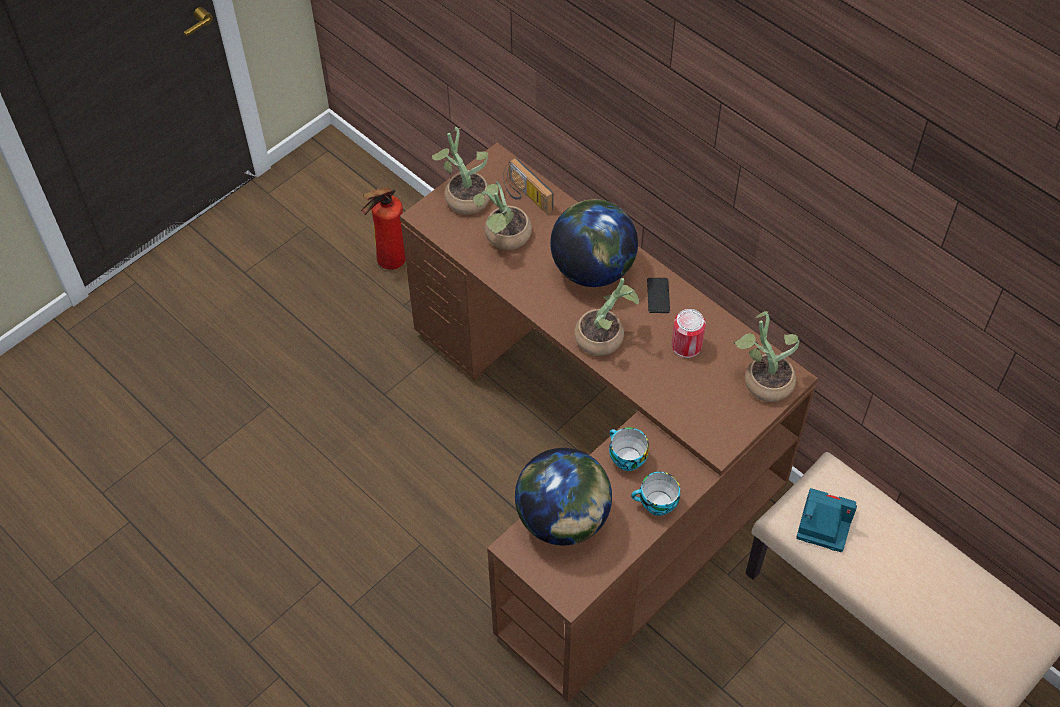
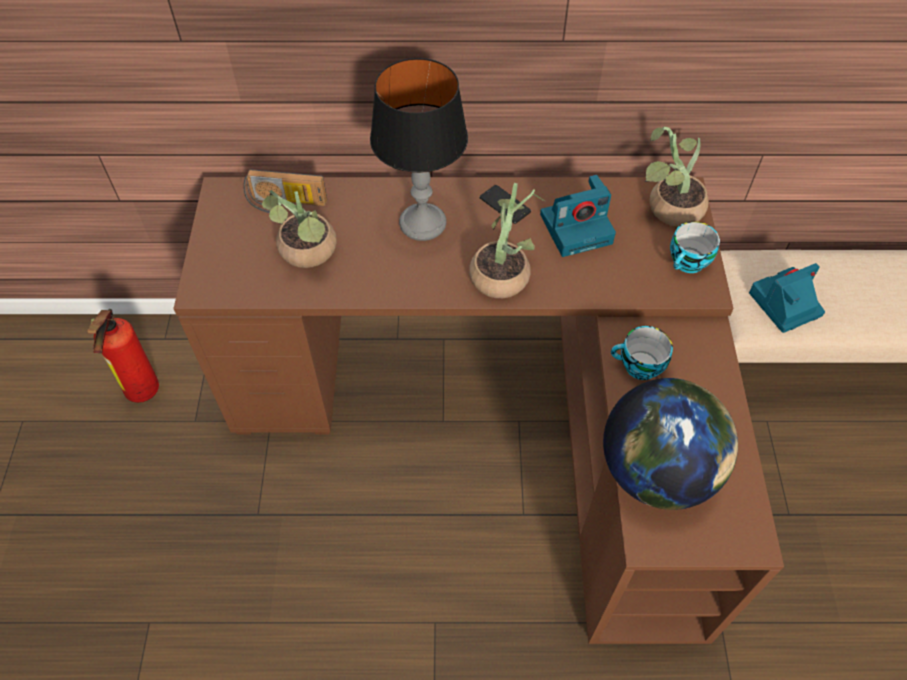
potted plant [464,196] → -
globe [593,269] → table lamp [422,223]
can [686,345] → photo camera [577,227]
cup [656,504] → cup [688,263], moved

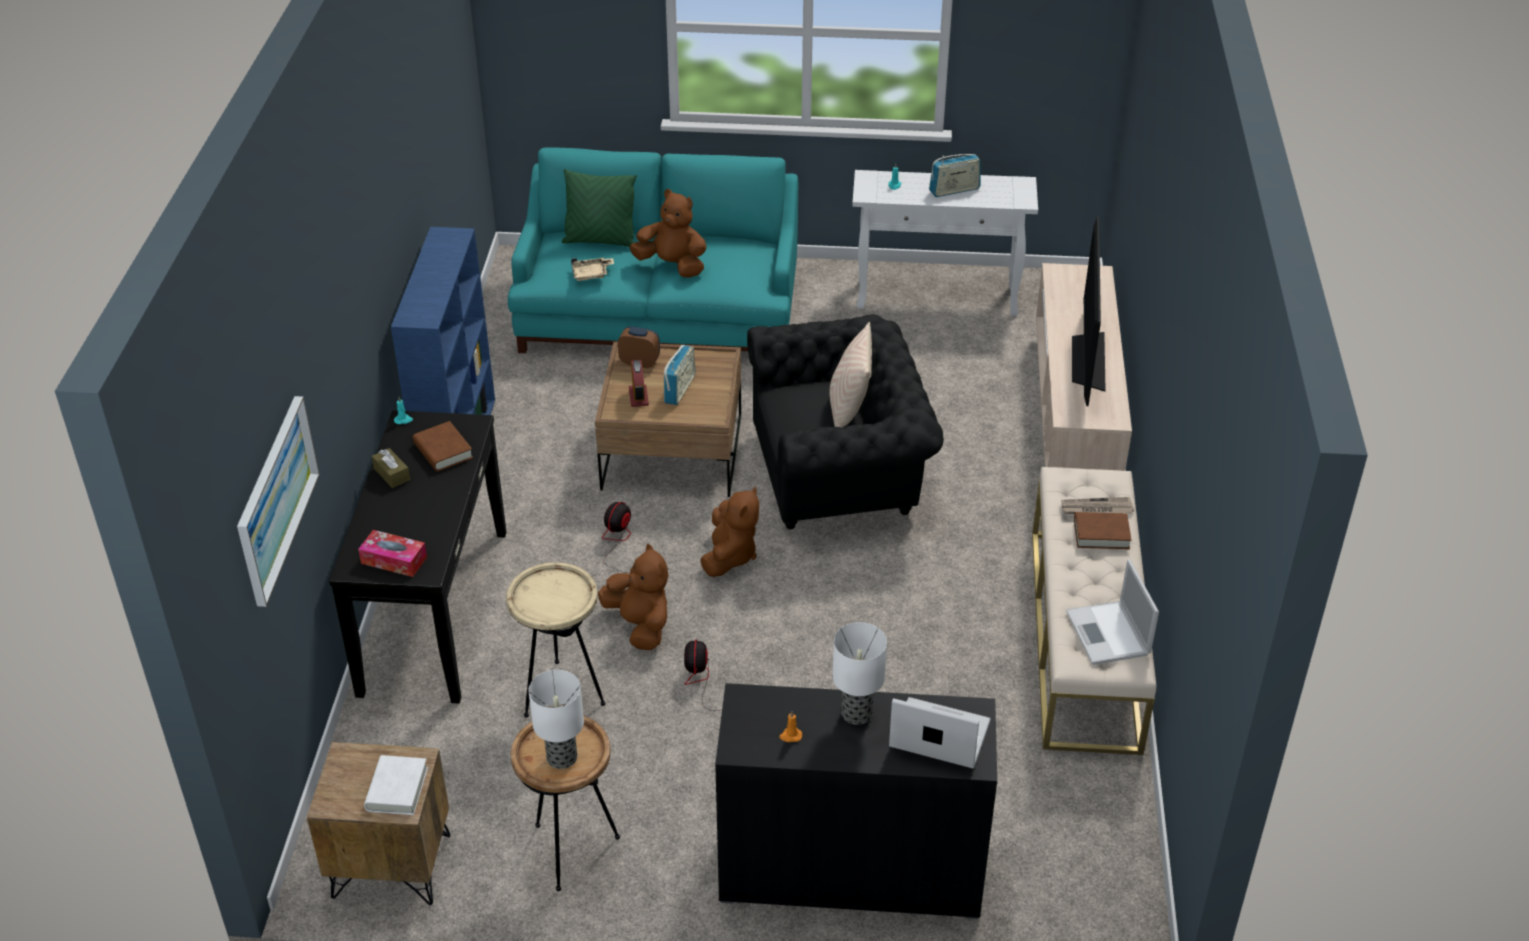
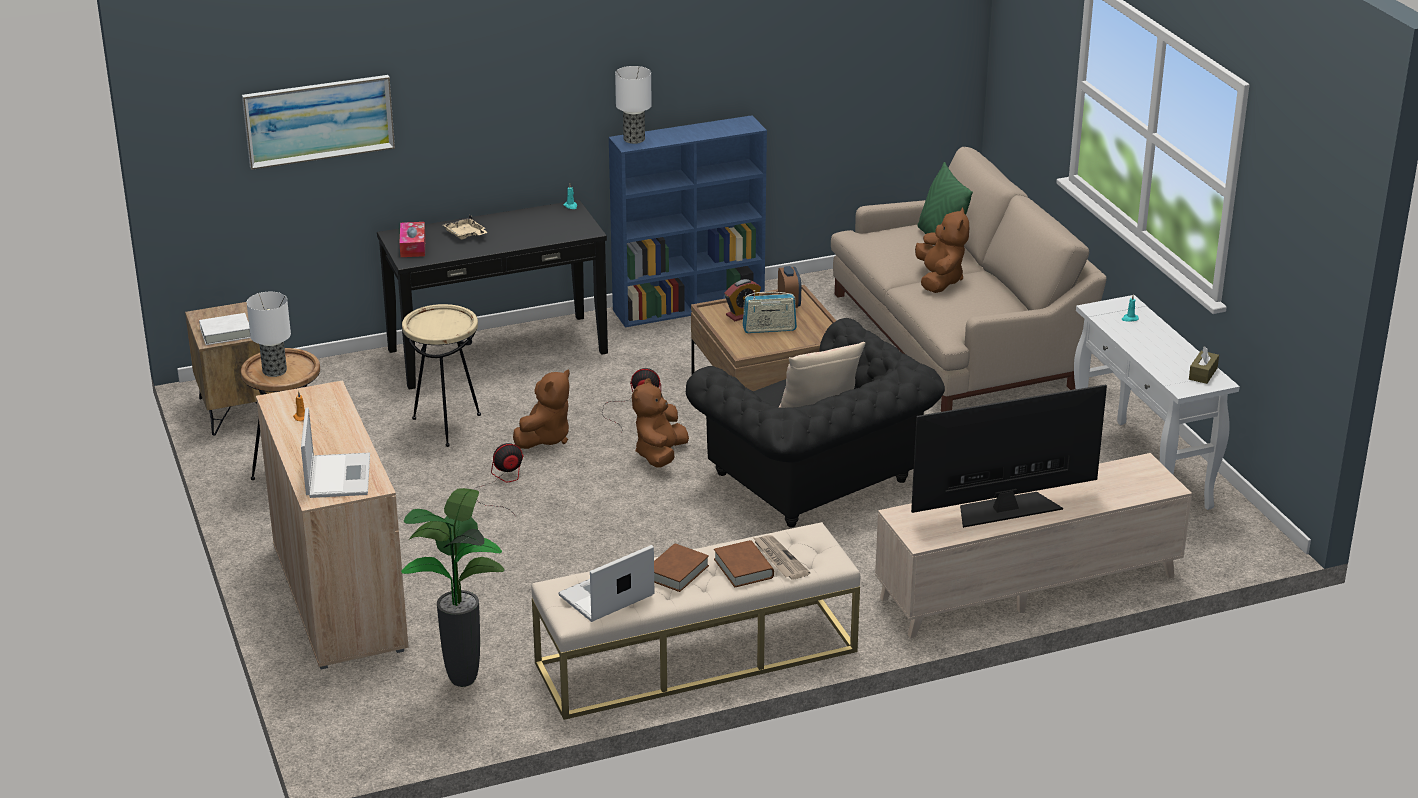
turquoise sofa [659,312] → beige sofa [958,338]
radio [954,190] → -
beige tray [591,274] → beige tray [465,234], moved
brown book [443,451] → brown book [676,572], moved
brown tissue box [392,474] → brown tissue box [1203,373], moved
brown plush toy [730,556] → brown plush toy [660,455], 120 degrees clockwise
table lamp [856,714] → table lamp [633,139], moved
black cabinet [850,870] → beige cabinet [339,597]
- → potted plant [460,682]

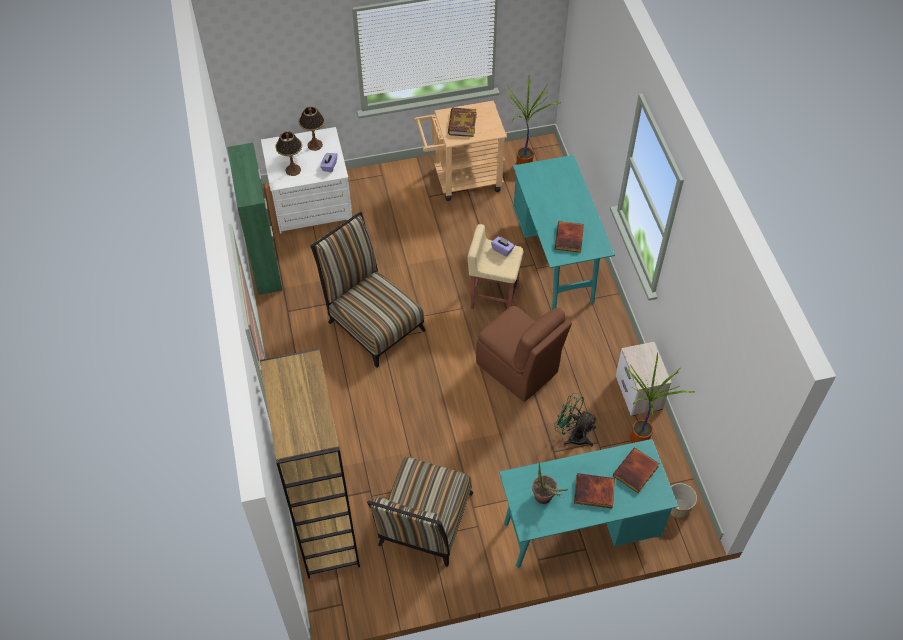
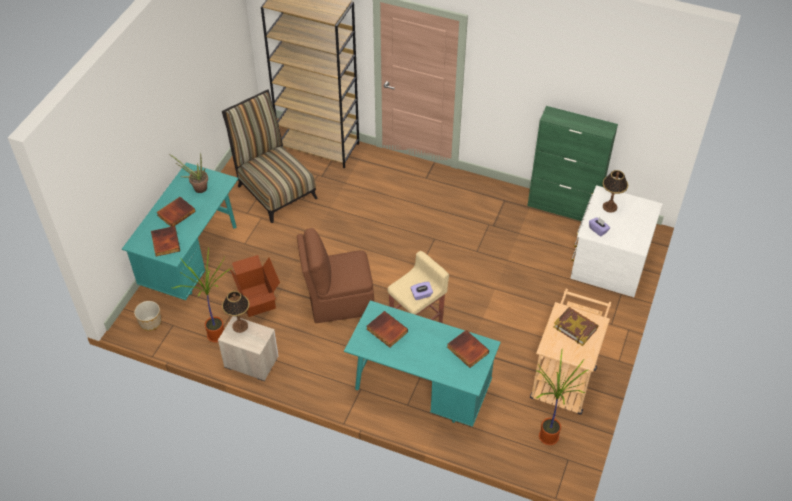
table lamp [315,145] → table lamp [240,326], moved
chair [372,322] → -
green fan [573,435] → cardboard box [257,299]
- → book [467,350]

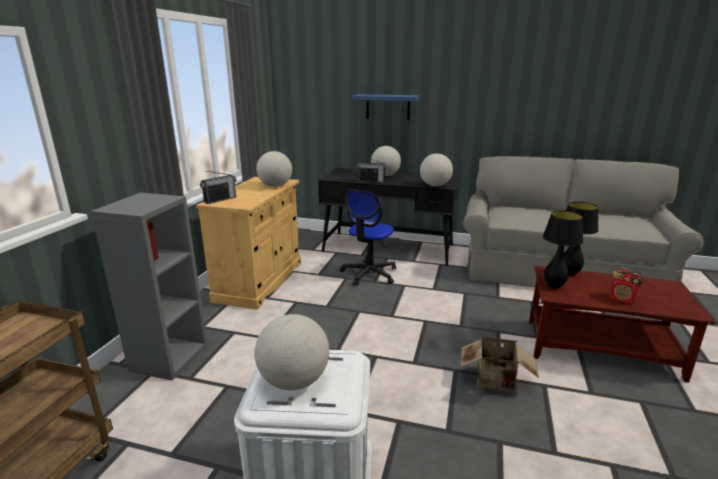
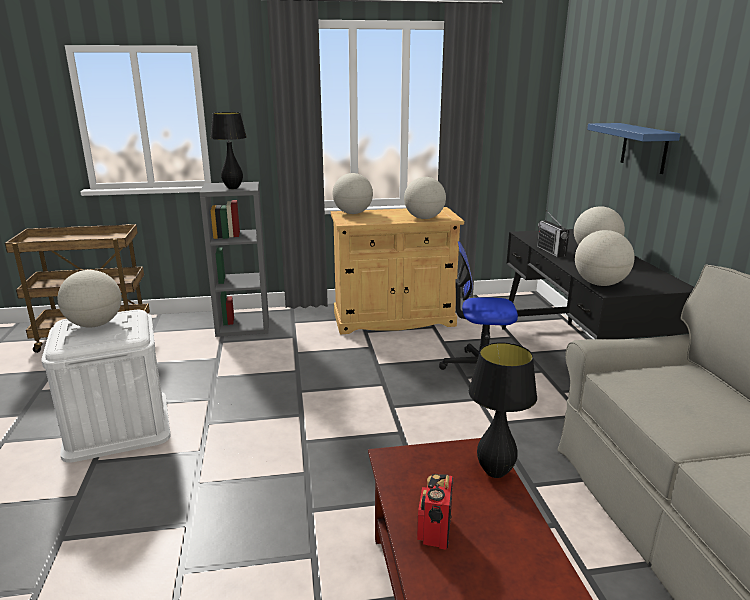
radio [220,200] → globe [353,213]
black table lamp [554,286] → black table lamp [233,188], moved
cardboard box [496,382] → -

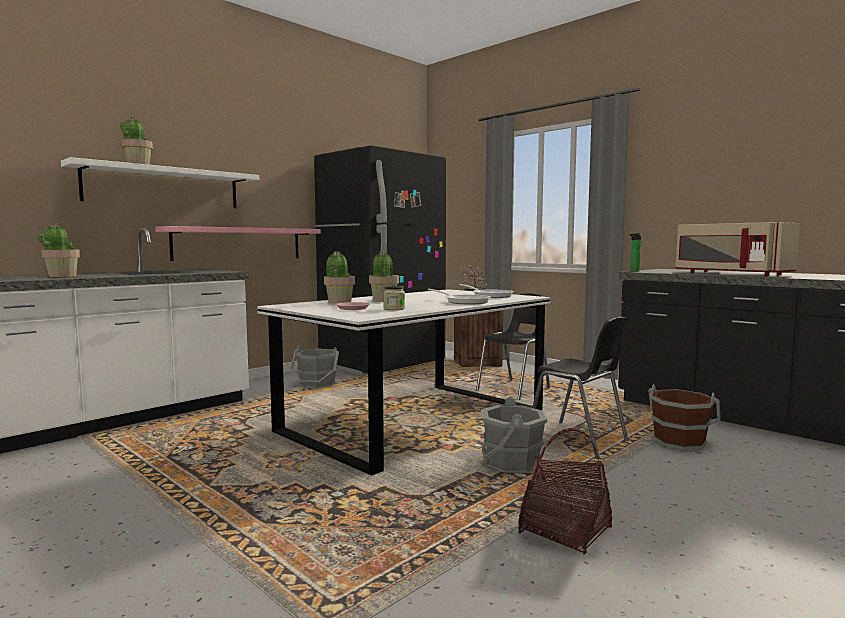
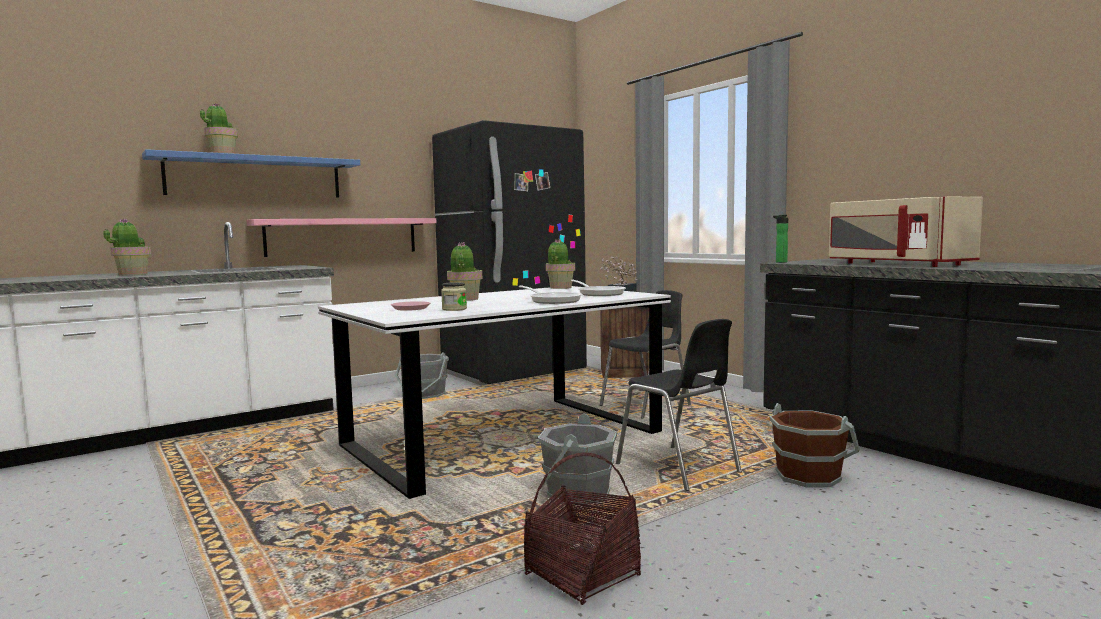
white shelf [164,187] → blue shelf [256,177]
potted plant [339,302] → potted plant [560,287], moved

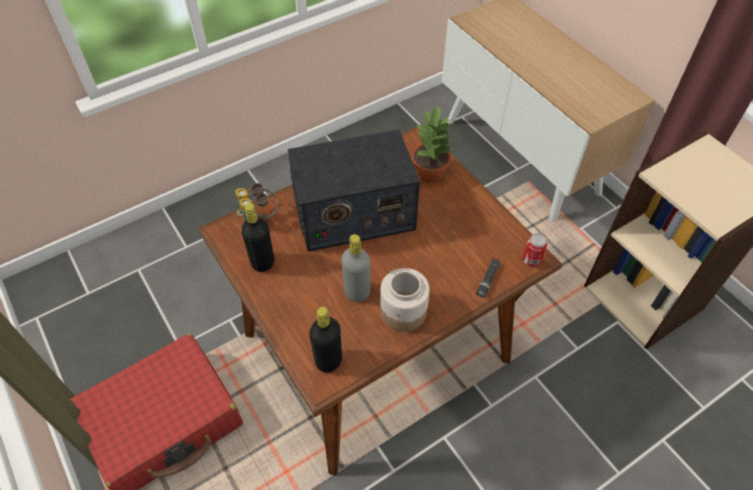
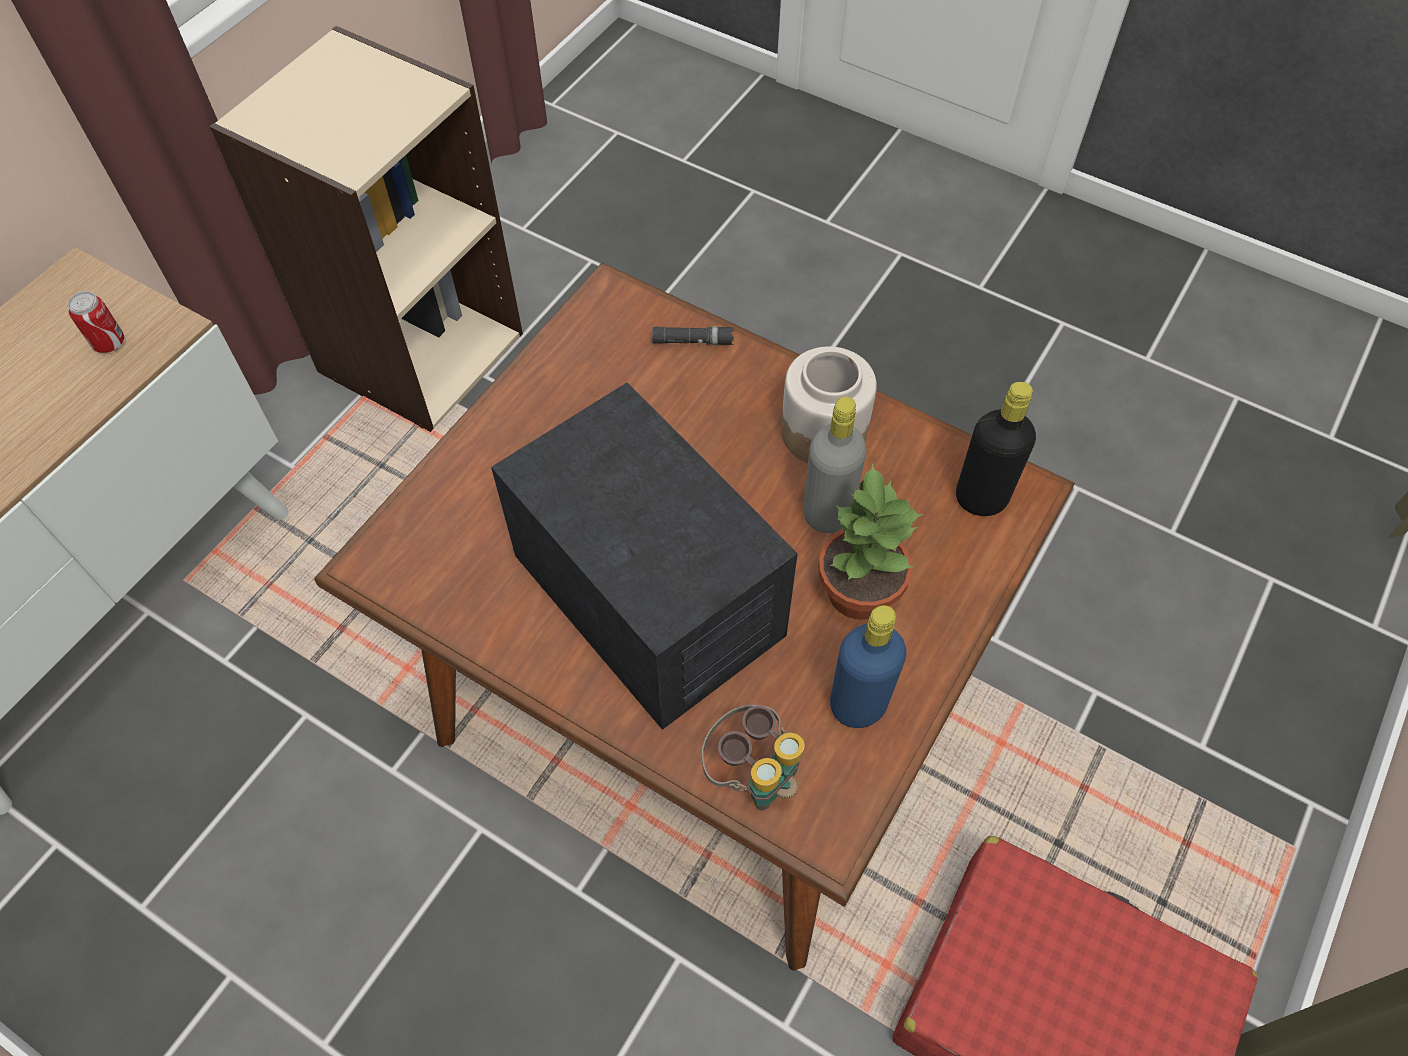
potted plant [430,172] → potted plant [857,590], moved
black bottle [262,262] → blue bottle [858,704]
can [531,260] → can [109,343], moved

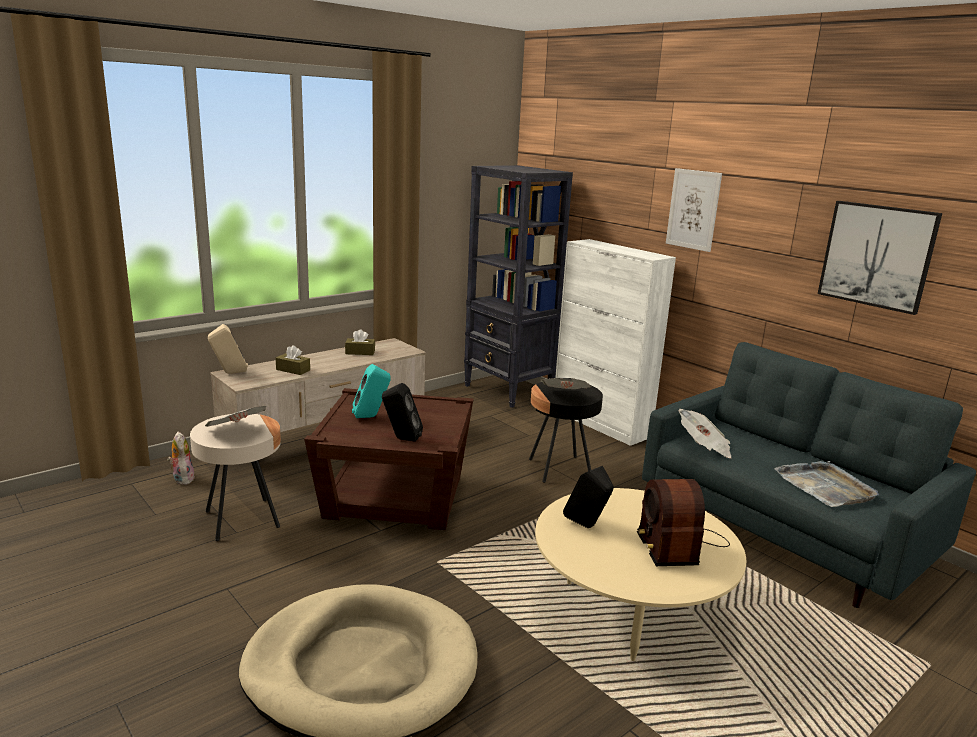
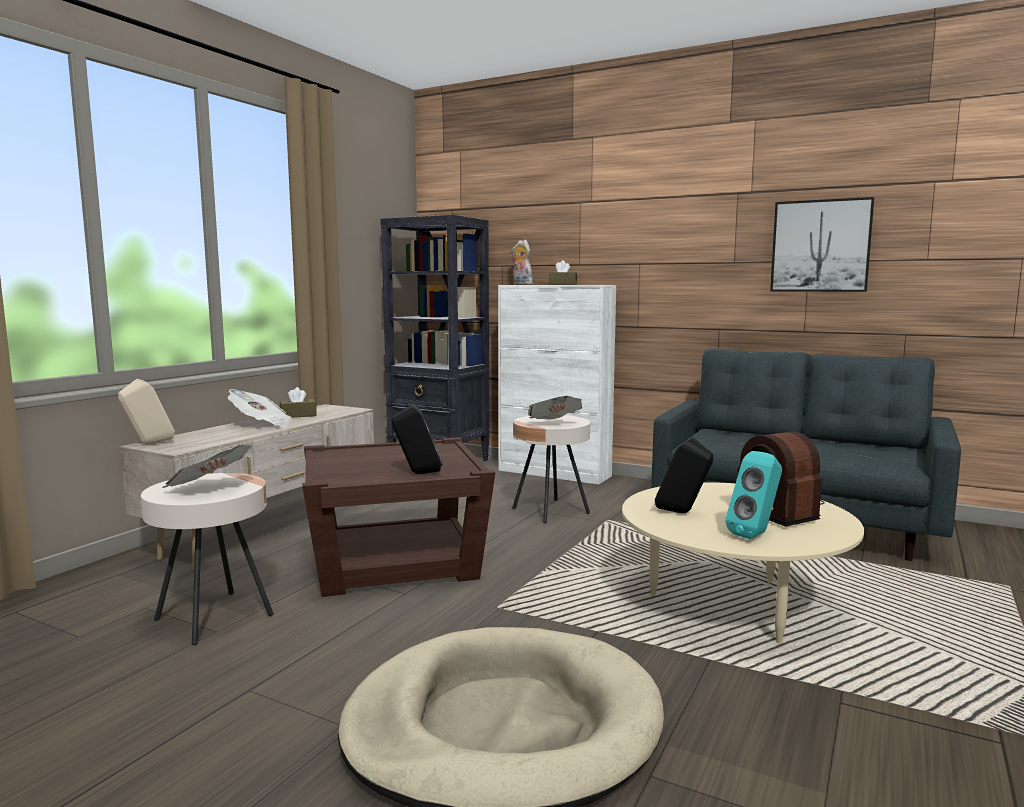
picture [693,209] → -
brown tissue box [293,370] → brown tissue box [562,284], moved
turquoise speaker [371,417] → turquoise speaker [755,535], moved
black side table [559,469] → beige side table [550,511]
newspaper [704,447] → newspaper [261,424], moved
plush toy [182,479] → plush toy [521,284], moved
grey tray [825,487] → -

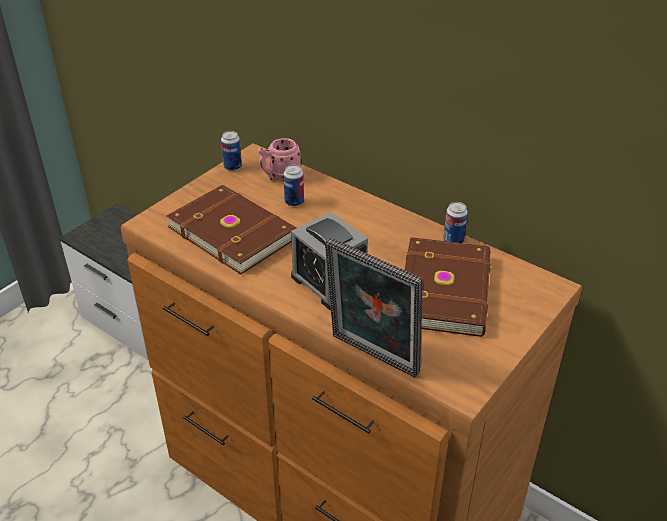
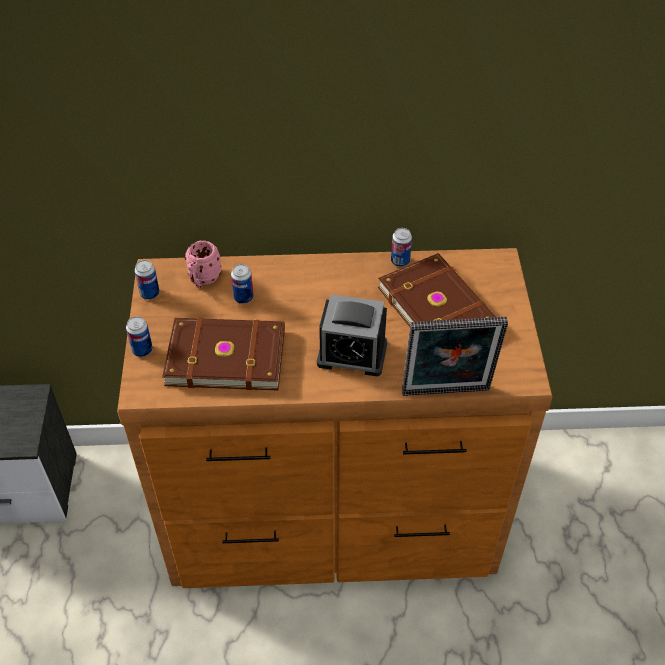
- → can [142,350]

